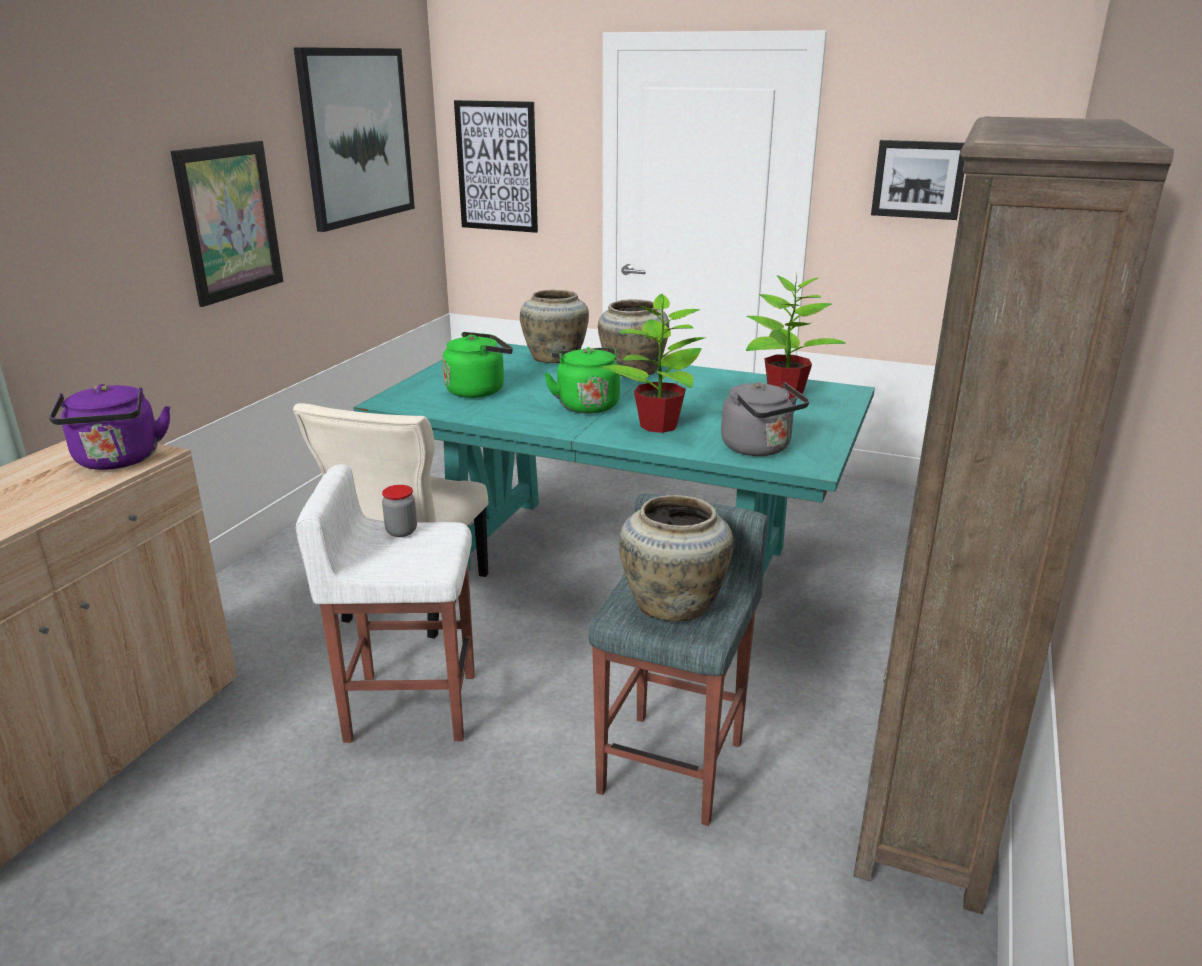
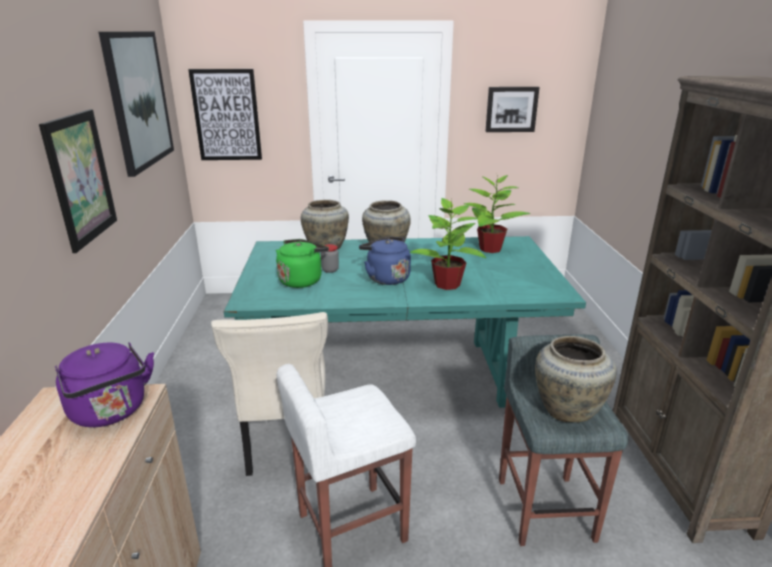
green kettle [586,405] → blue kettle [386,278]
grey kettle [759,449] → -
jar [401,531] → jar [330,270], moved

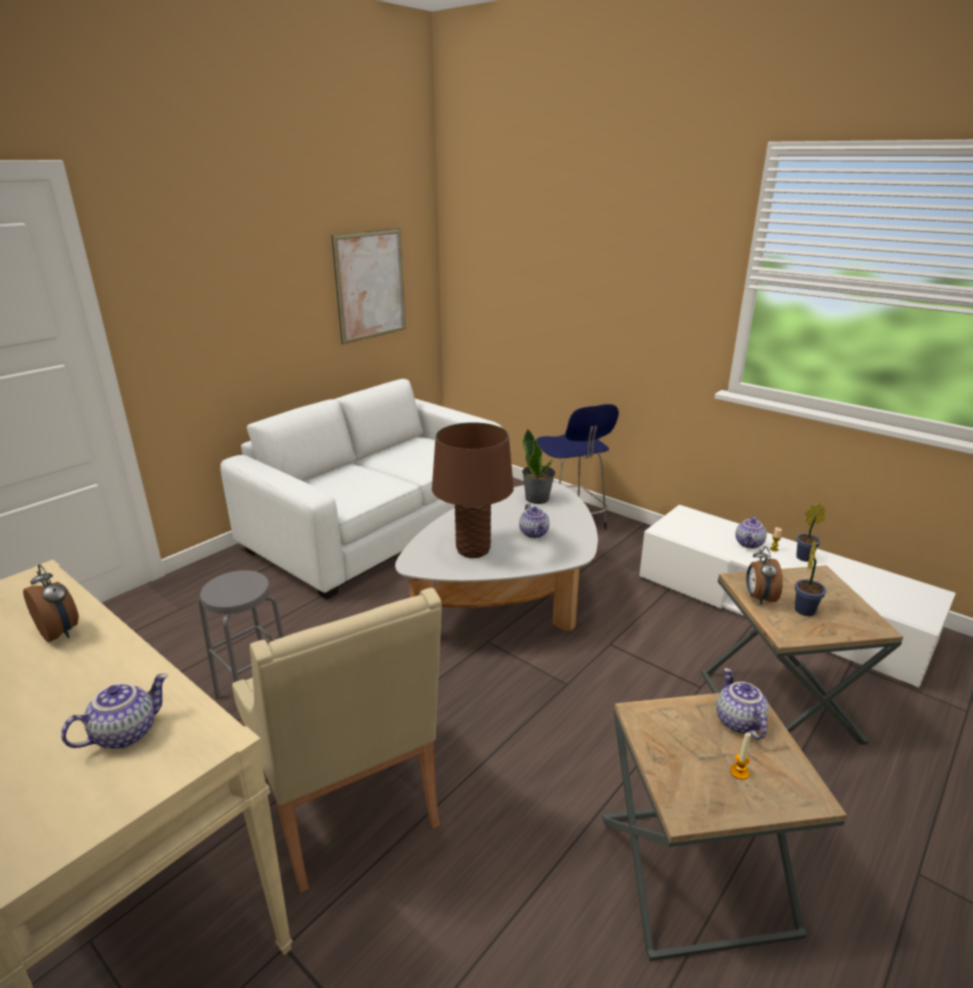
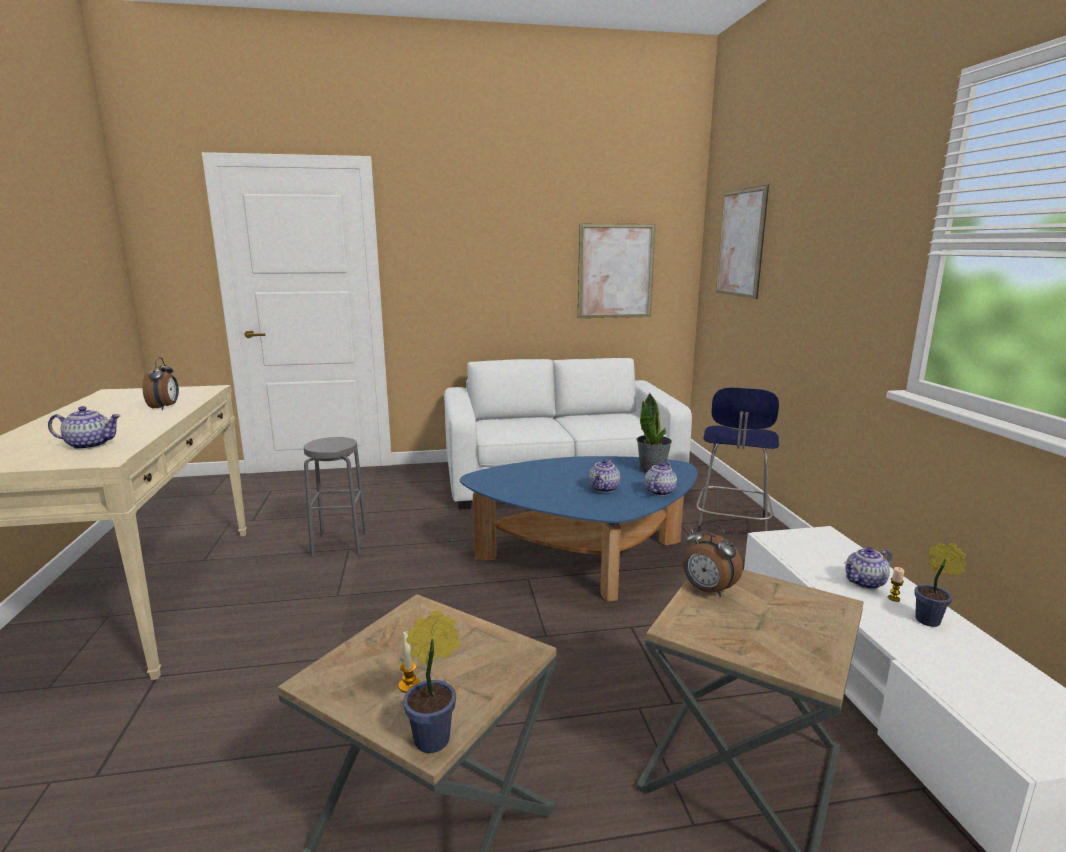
brown table lamp [473,550] → -
white coffee table [507,601] → blue coffee table [585,560]
potted plant [804,609] → potted plant [437,738], moved
alarm clock [759,598] → alarm clock [707,590], 90 degrees counterclockwise
beige armchair [350,806] → -
teapot [737,722] → teapot [659,491], moved
- → picture [740,243]

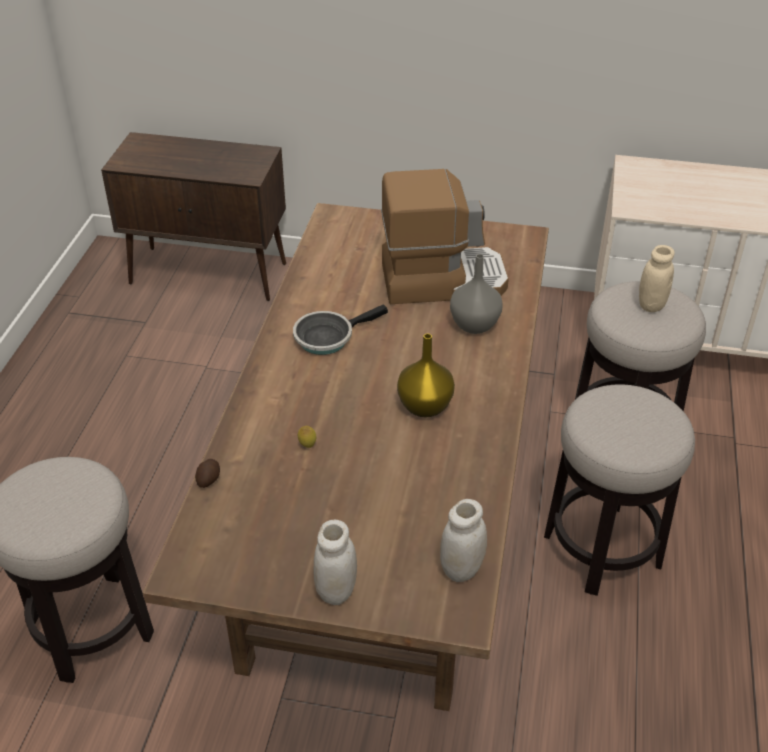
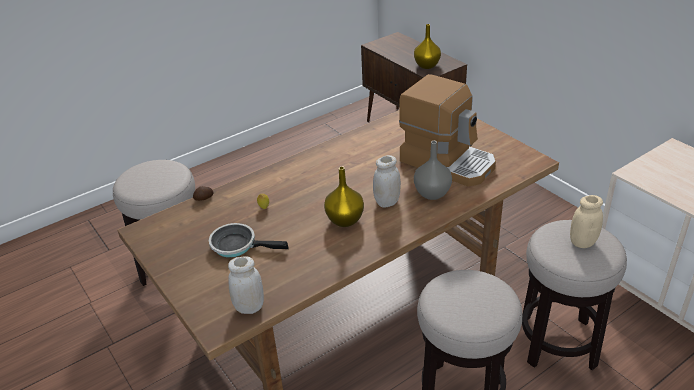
frying pan [328,337] → frying pan [237,245], moved
white jar [336,591] → white jar [387,202], moved
- → yellow vase [427,65]

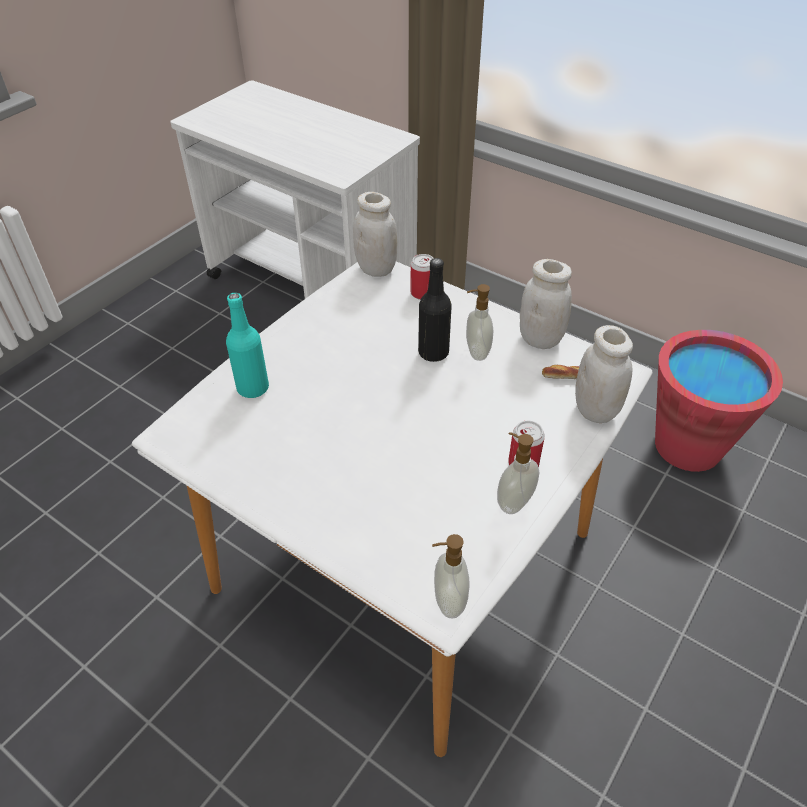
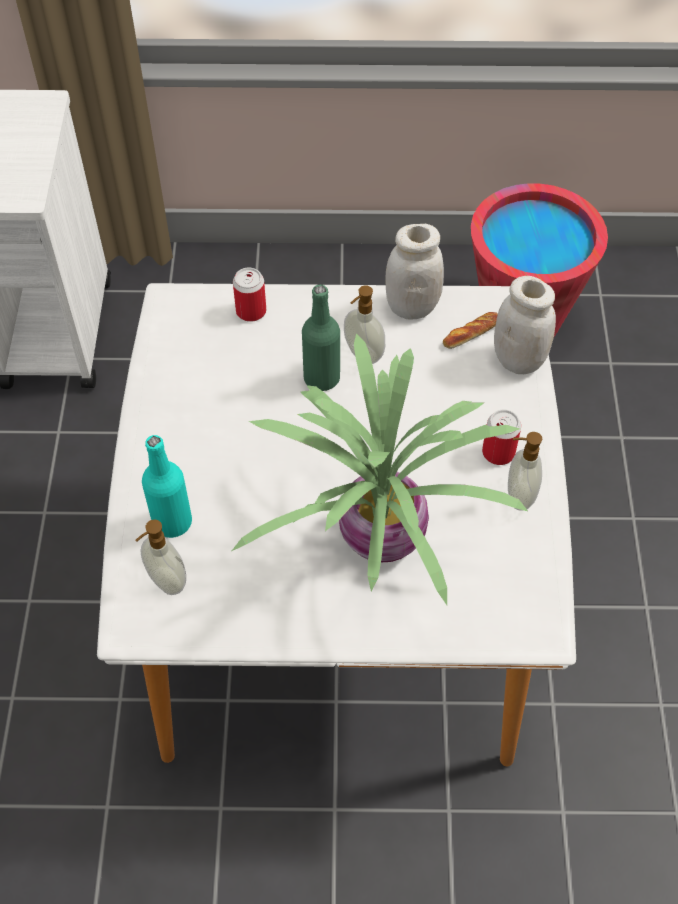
white jar [376,269] → -
black bottle [433,352] → green bottle [321,378]
soap dispenser [448,601] → soap dispenser [166,581], moved
- → potted plant [377,535]

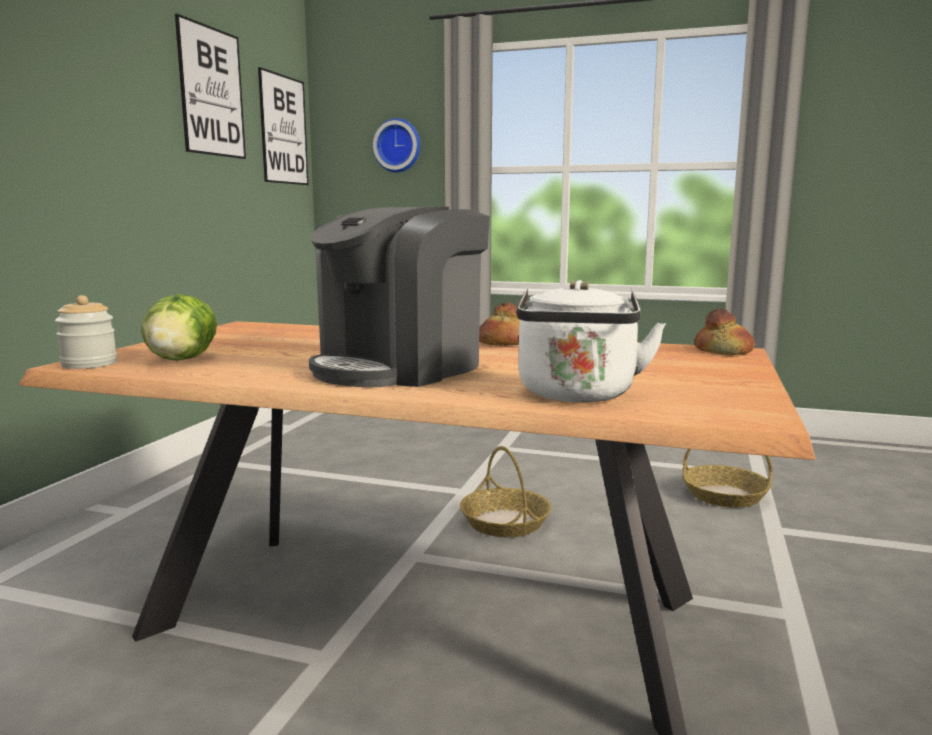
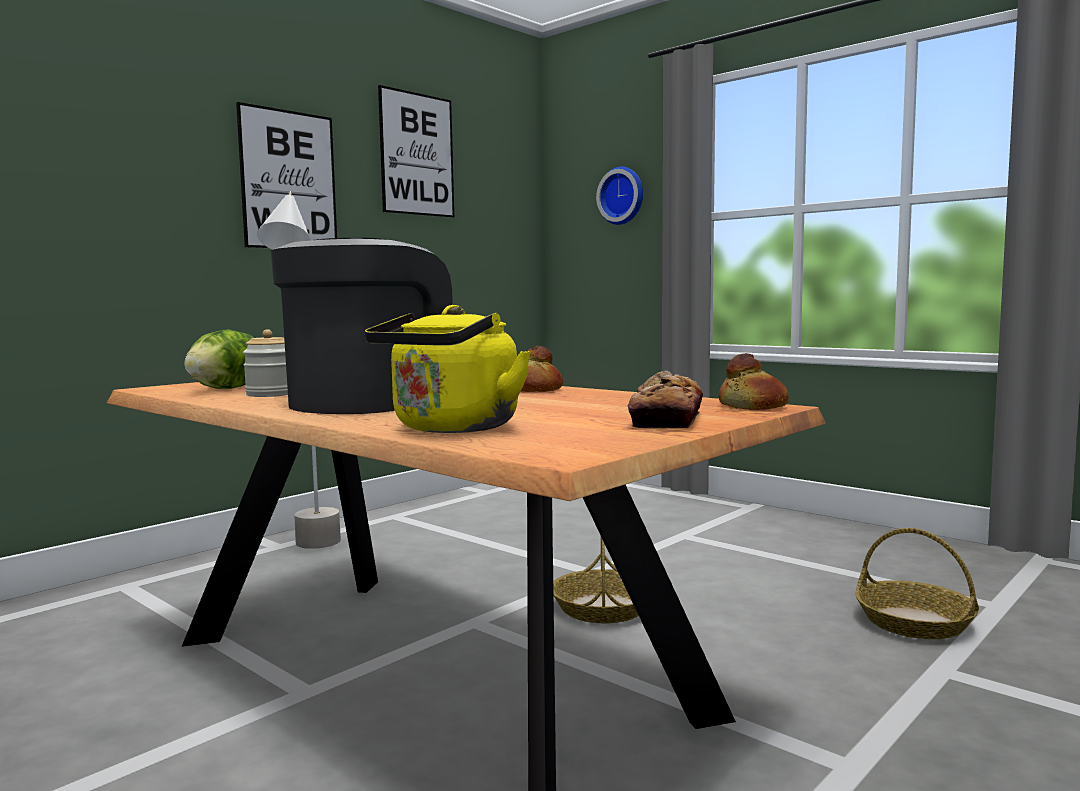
picture [283,130] → picture [288,180], moved
coffee machine [400,368] → coffee machine [371,402], 150 degrees clockwise
white kettle [577,395] → yellow kettle [452,428]
jar [89,364] → jar [270,394], moved
- → grey floor lamp [311,553]
- → bread [666,420]

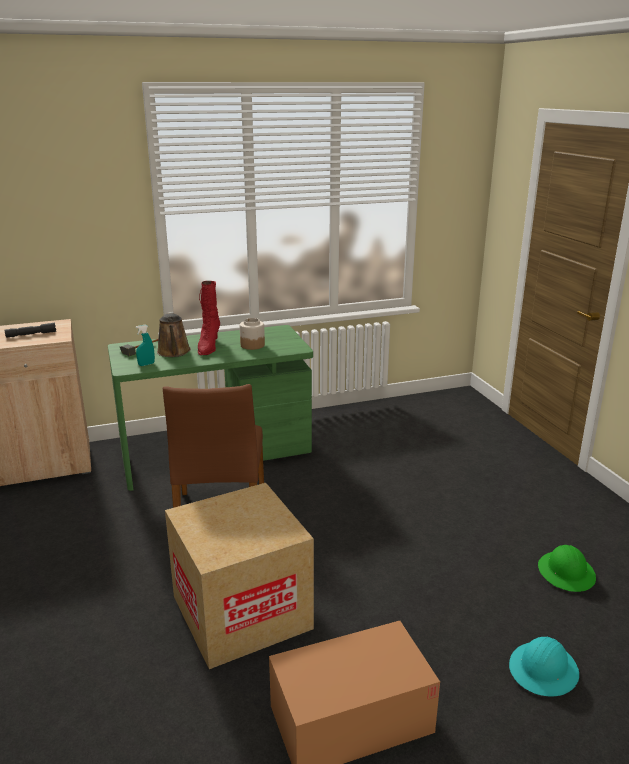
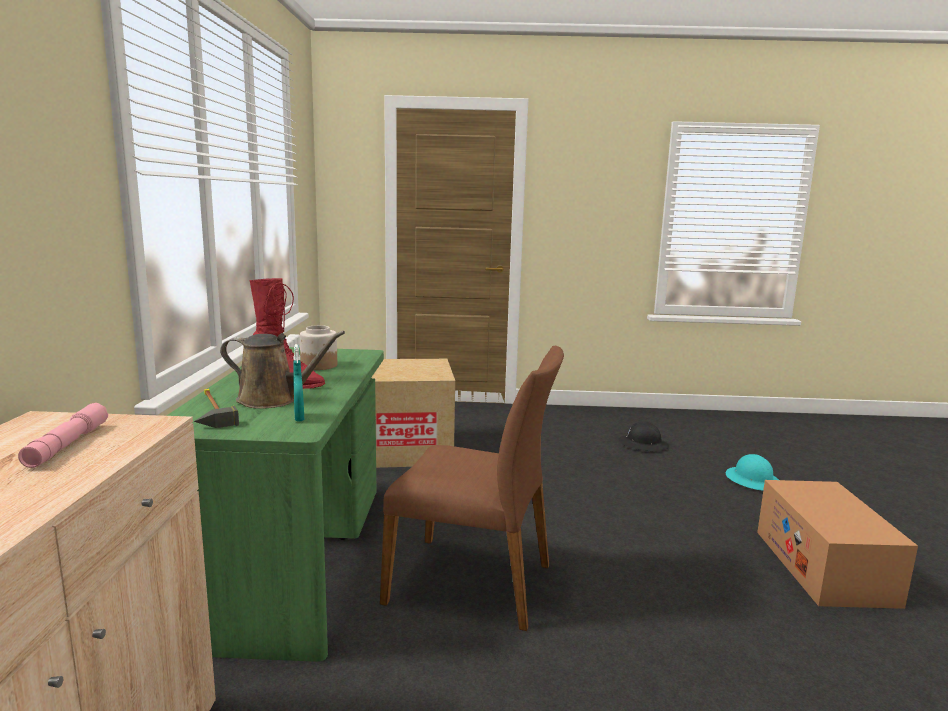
grey flashlight [31,334] → pink flashlight [67,445]
cardboard box [241,612] → cardboard box [408,449], moved
green hard hat [566,573] → black hard hat [643,444]

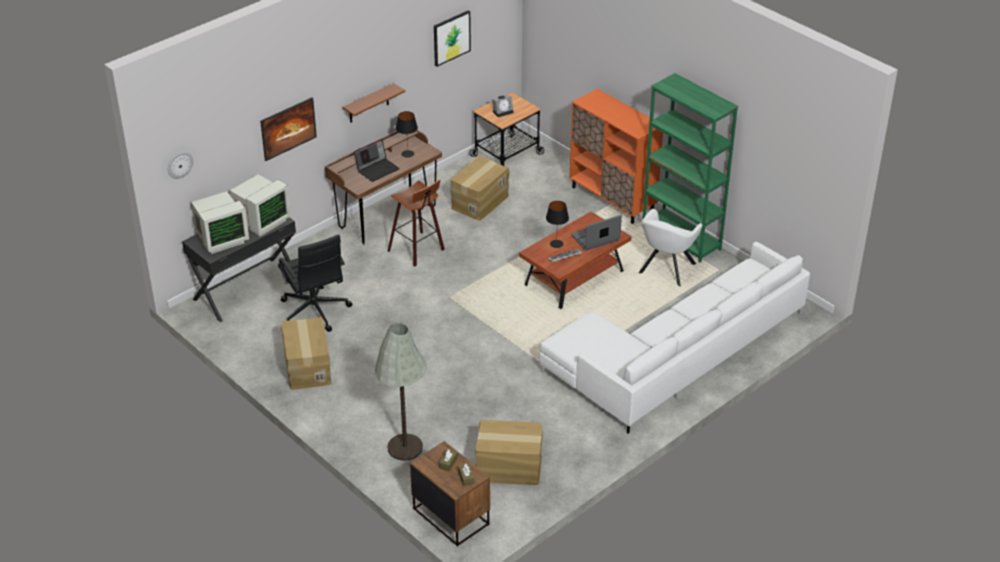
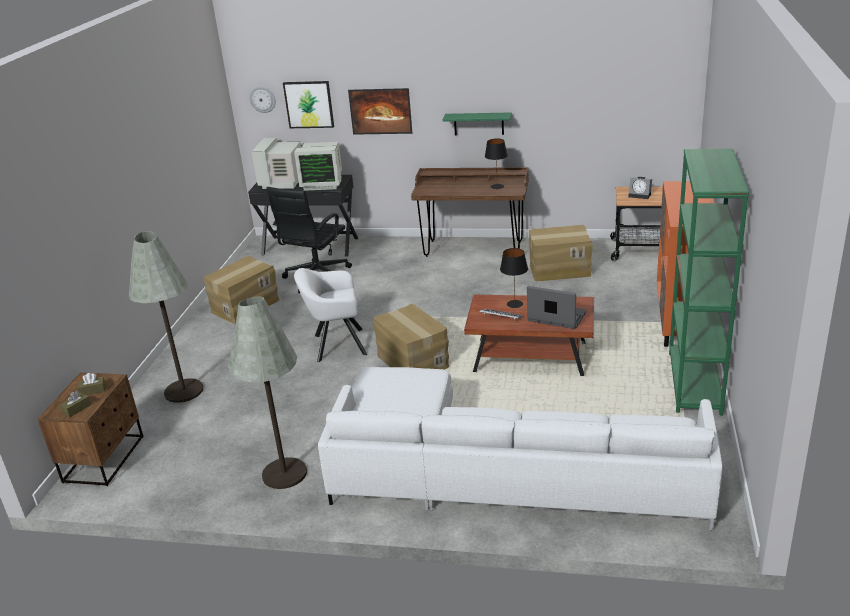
picture [451,38] → picture [309,104], moved
brown shelf [368,104] → green shelf [478,124]
laptop [377,169] → -
stool [418,250] → -
monitor [221,238] → monitor [283,182], 75 degrees clockwise
white armchair [665,270] → white armchair [336,345], moved
cardboard box [508,468] → cardboard box [412,361], moved
- → grey floor lamp [284,474]

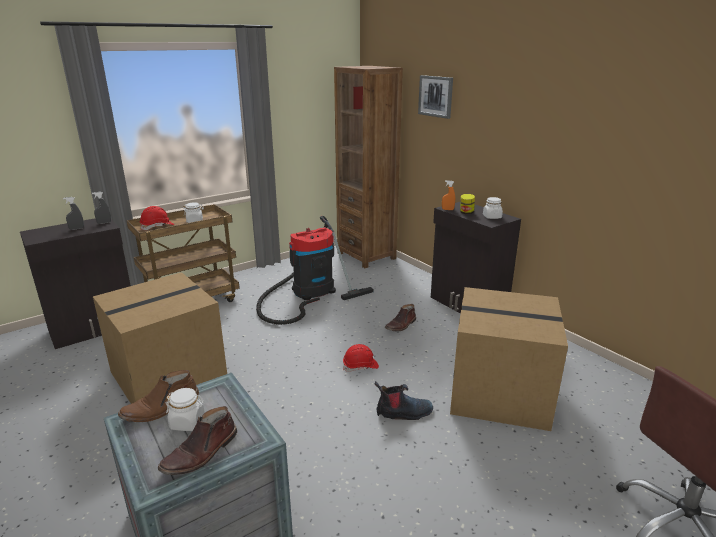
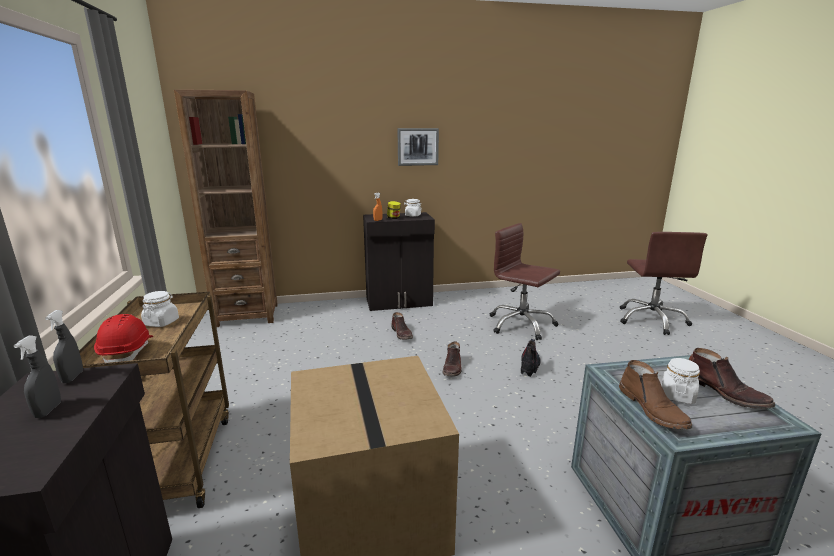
picture [435,96] → picture [417,146], moved
vacuum cleaner [309,292] → -
cardboard box [501,391] → brown office chair [521,325]
red hard hat [360,366] → brown boot [452,368]

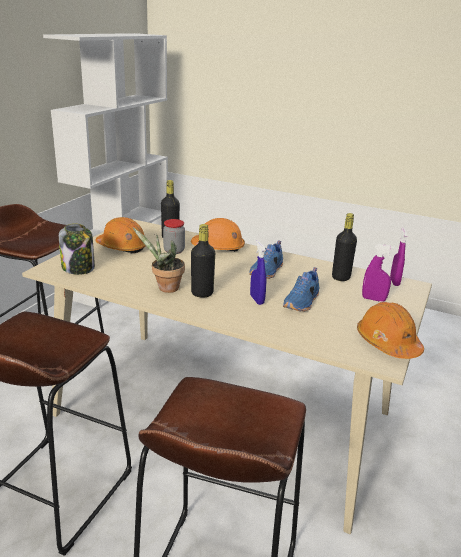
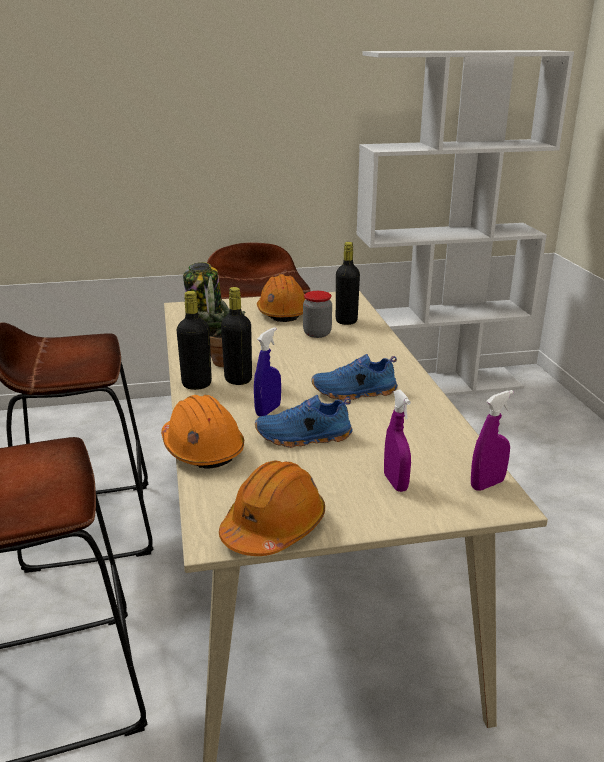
black bottle [340,277] → black bottle [196,384], moved
orange hard hat [218,247] → orange hard hat [202,449], moved

